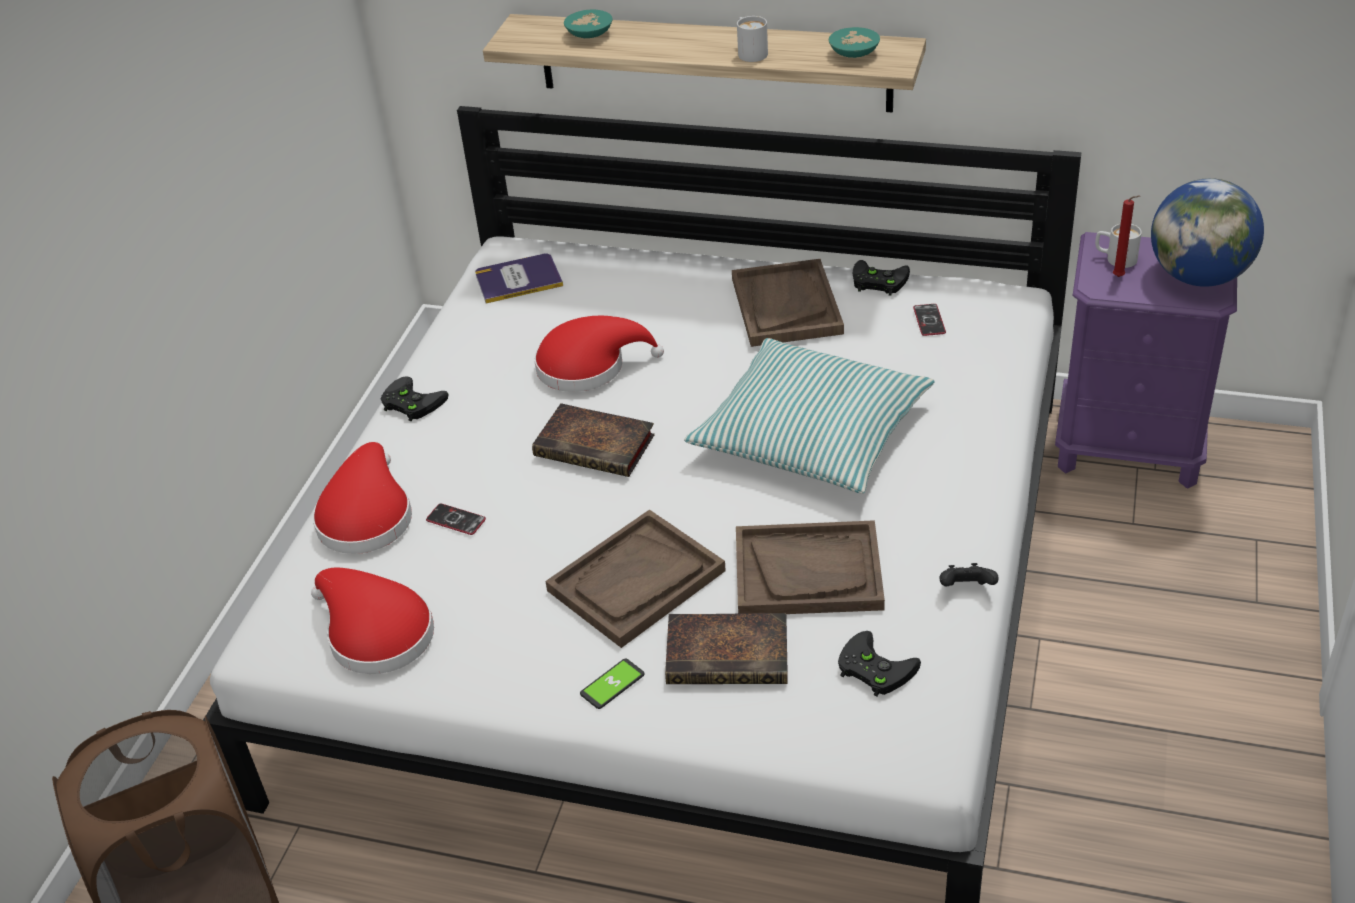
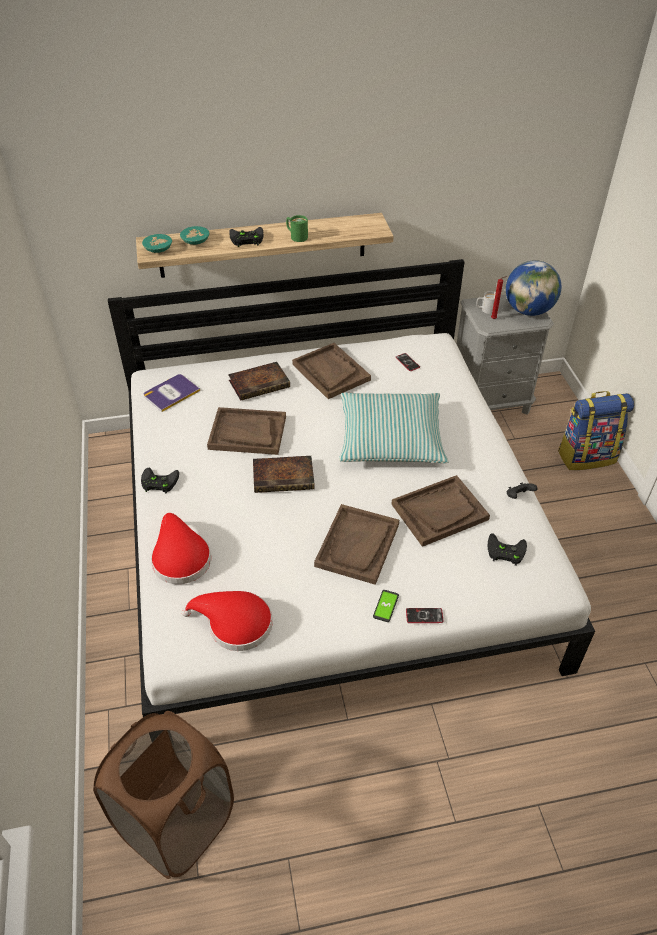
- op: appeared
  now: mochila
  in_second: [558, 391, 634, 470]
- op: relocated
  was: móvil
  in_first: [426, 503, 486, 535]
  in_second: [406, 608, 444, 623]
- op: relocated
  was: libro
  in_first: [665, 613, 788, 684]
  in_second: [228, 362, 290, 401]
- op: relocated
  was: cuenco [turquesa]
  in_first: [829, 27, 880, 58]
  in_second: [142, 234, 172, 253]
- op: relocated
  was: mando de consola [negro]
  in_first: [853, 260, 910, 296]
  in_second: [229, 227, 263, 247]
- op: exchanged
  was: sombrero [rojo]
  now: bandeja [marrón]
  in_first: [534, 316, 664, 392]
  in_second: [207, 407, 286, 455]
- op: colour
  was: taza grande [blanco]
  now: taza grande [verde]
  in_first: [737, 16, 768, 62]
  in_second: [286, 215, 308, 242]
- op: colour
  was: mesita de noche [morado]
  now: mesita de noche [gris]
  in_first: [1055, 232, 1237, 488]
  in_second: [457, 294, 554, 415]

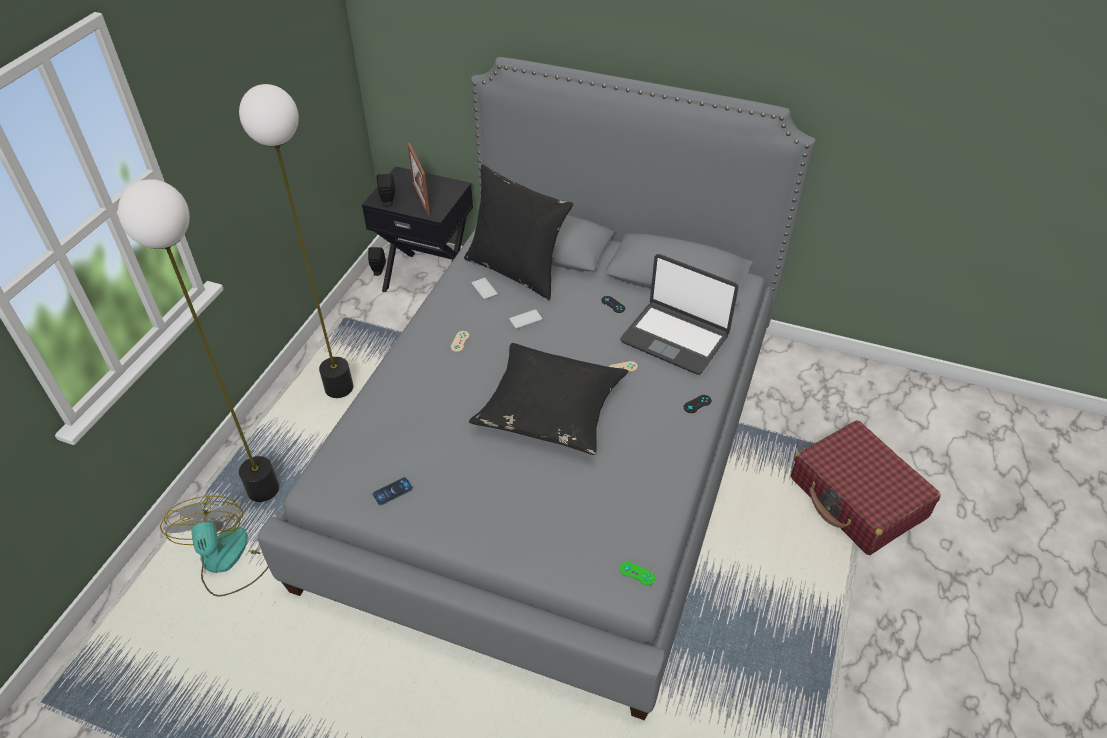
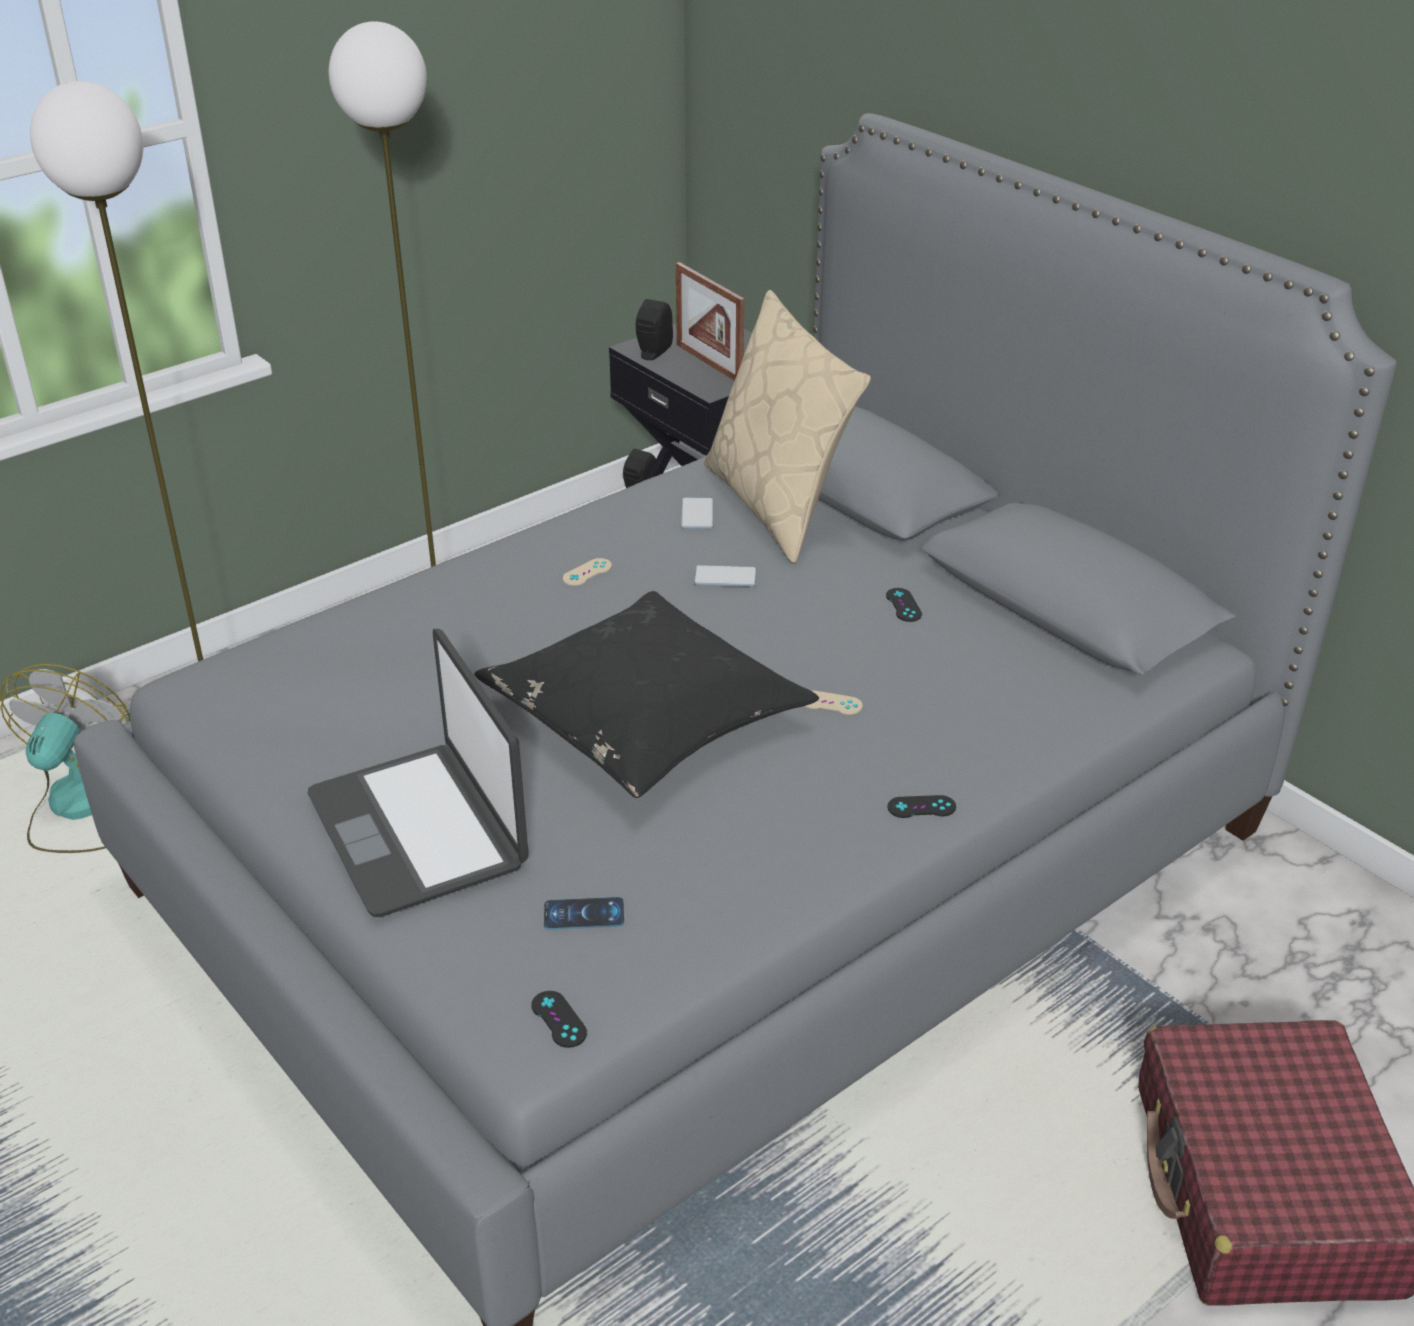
- op: relocated
  was: móvil
  in_first: [372, 477, 413, 506]
  in_second: [544, 897, 624, 930]
- op: relocated
  was: portátil
  in_first: [620, 254, 738, 375]
  in_second: [308, 629, 529, 917]
- op: colour
  was: cojín [negro]
  now: cojín [beis]
  in_first: [464, 164, 573, 301]
  in_second: [704, 290, 871, 563]
- op: colour
  was: mando de consola [verde]
  now: mando de consola [negro]
  in_first: [619, 561, 655, 585]
  in_second: [531, 991, 587, 1048]
- op: spun
  was: portarretratos
  in_first: [407, 142, 430, 215]
  in_second: [676, 262, 744, 381]
  clockwise: -45

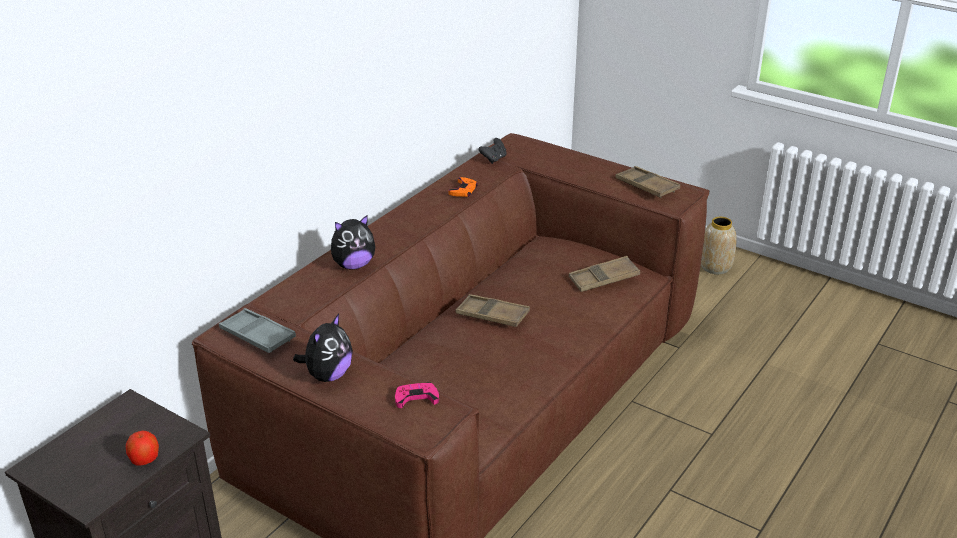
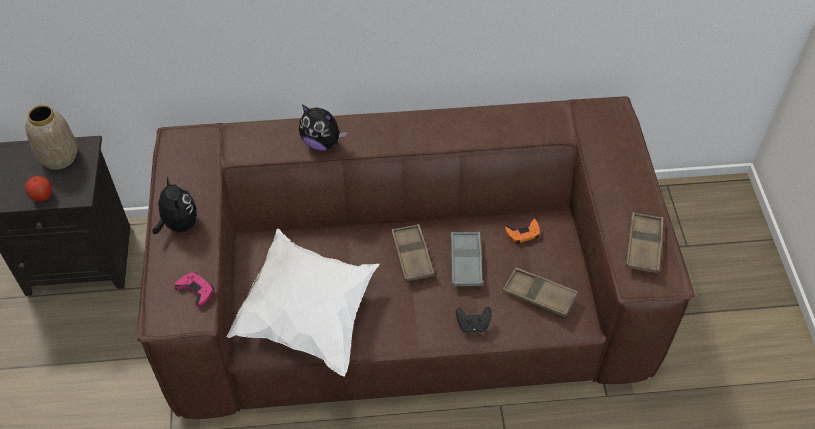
- op: appeared
  now: cojín [blanco]
  in_second: [226, 229, 380, 377]
- op: relocated
  was: bandeja [gris]
  in_first: [219, 308, 296, 353]
  in_second: [451, 232, 483, 286]
- op: relocated
  was: mando de consola [naranja]
  in_first: [449, 177, 478, 197]
  in_second: [505, 218, 540, 244]
- op: relocated
  was: mando de consola [negro]
  in_first: [478, 138, 507, 164]
  in_second: [456, 306, 492, 333]
- op: relocated
  was: florero
  in_first: [701, 217, 736, 274]
  in_second: [26, 105, 77, 170]
- op: spun
  was: peluche
  in_first: [293, 314, 353, 382]
  in_second: [152, 177, 198, 234]
  clockwise: -105

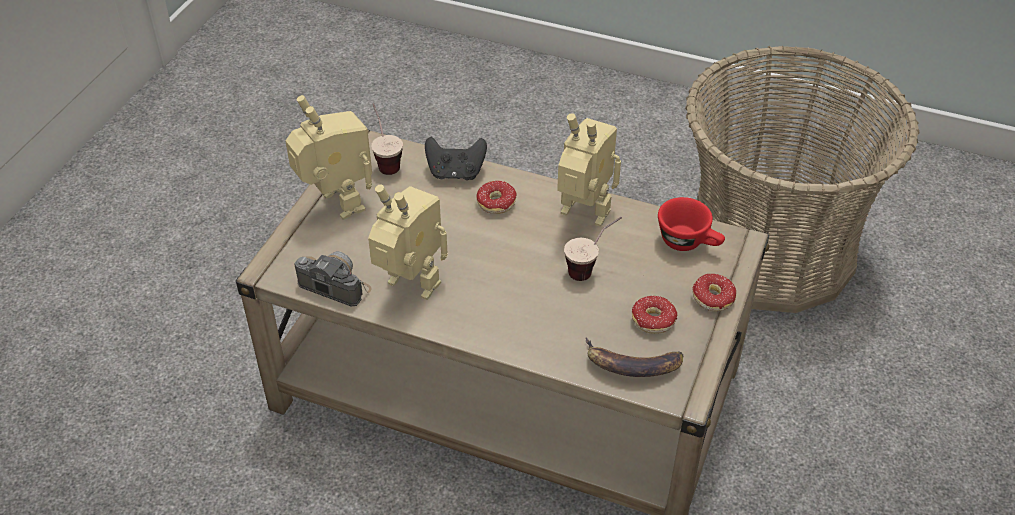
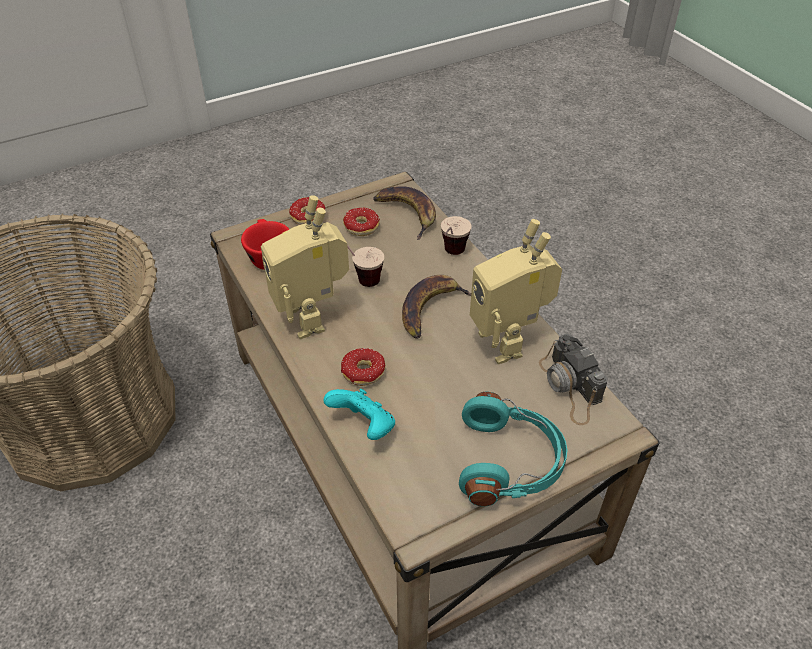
- op: appeared
  now: plátano
  in_second: [402, 275, 471, 339]
- op: relocated
  was: taza
  in_first: [371, 103, 403, 175]
  in_second: [441, 216, 472, 255]
- op: exchanged
  was: robot de juguete
  now: auriculares [turquesa]
  in_first: [285, 95, 372, 220]
  in_second: [459, 392, 567, 506]
- op: colour
  was: mando de consola [negro]
  now: mando de consola [turquesa]
  in_first: [425, 137, 487, 180]
  in_second: [324, 389, 395, 440]

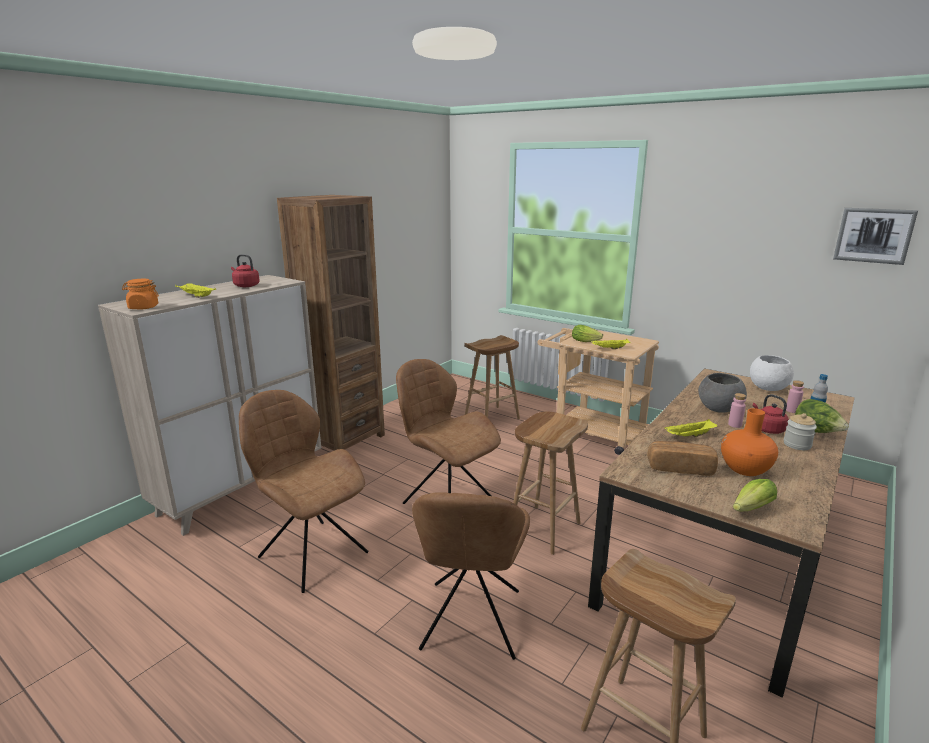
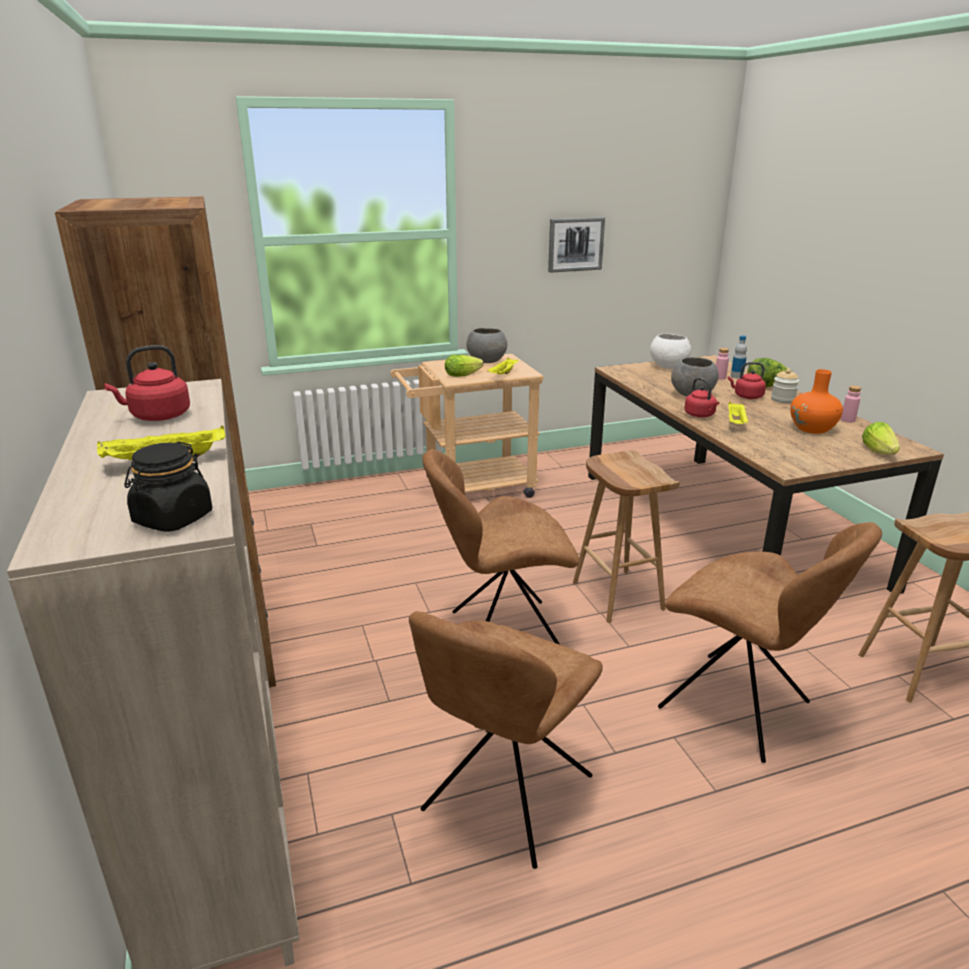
- op: missing
  was: taburete [marrón]
  in_first: [464, 335, 520, 419]
- op: missing
  was: pan
  in_first: [647, 441, 718, 476]
- op: appeared
  now: cuenco [gris]
  in_second: [466, 328, 507, 363]
- op: appeared
  now: hervidor [rojo]
  in_second: [684, 377, 719, 417]
- op: relocated
  was: botella [rosa]
  in_first: [728, 393, 746, 428]
  in_second: [841, 385, 861, 423]
- op: relocated
  was: cuadro
  in_first: [833, 208, 918, 265]
  in_second: [548, 217, 605, 273]
- op: colour
  was: tarro [naranja]
  now: tarro [negro]
  in_first: [122, 279, 159, 310]
  in_second: [124, 442, 212, 532]
- op: spun
  was: silla [marrón]
  in_first: [239, 390, 369, 593]
  in_second: [409, 611, 603, 869]
  clockwise: -45

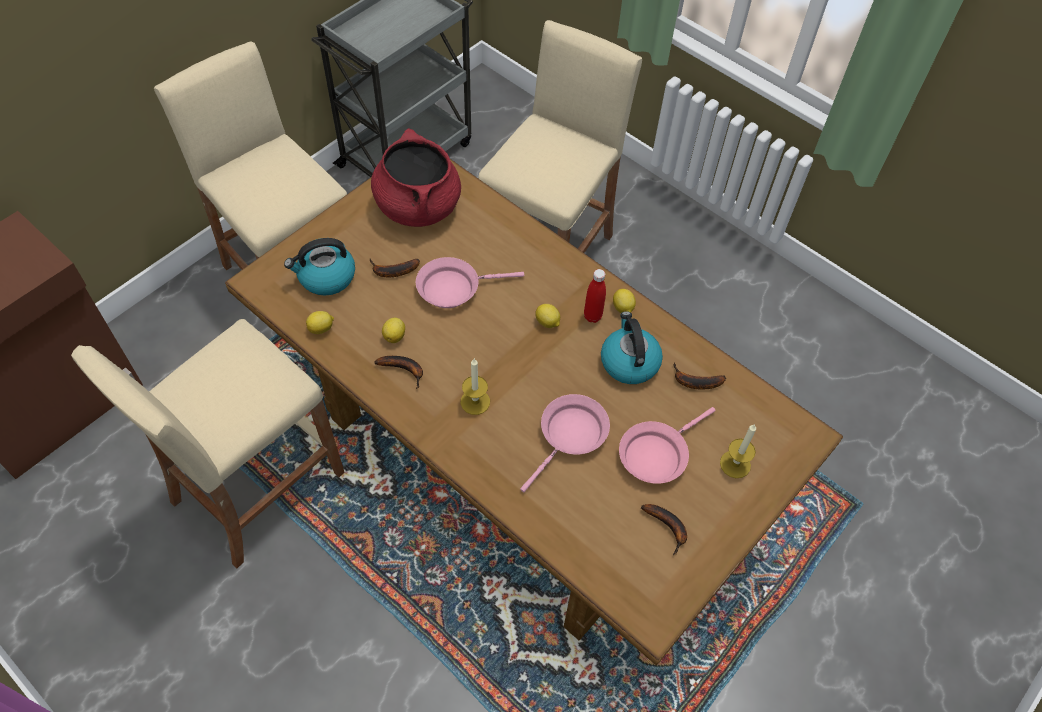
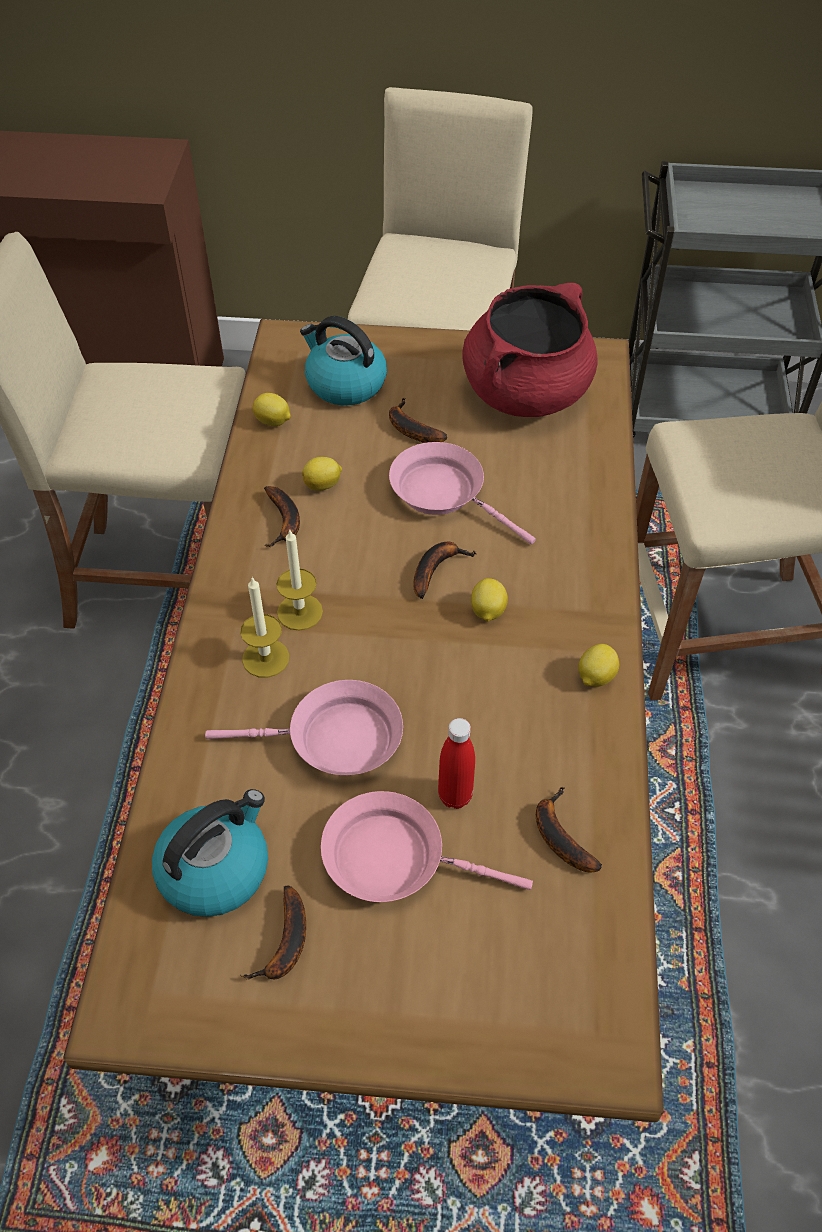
- op: appeared
  now: plátano
  in_second: [413, 542, 476, 599]
- op: relocated
  was: botella [rojo]
  in_first: [584, 269, 606, 323]
  in_second: [438, 718, 475, 809]
- op: relocated
  was: hervidor
  in_first: [601, 311, 663, 384]
  in_second: [152, 789, 268, 917]
- op: relocated
  was: vela
  in_first: [720, 424, 756, 478]
  in_second: [240, 576, 289, 678]

